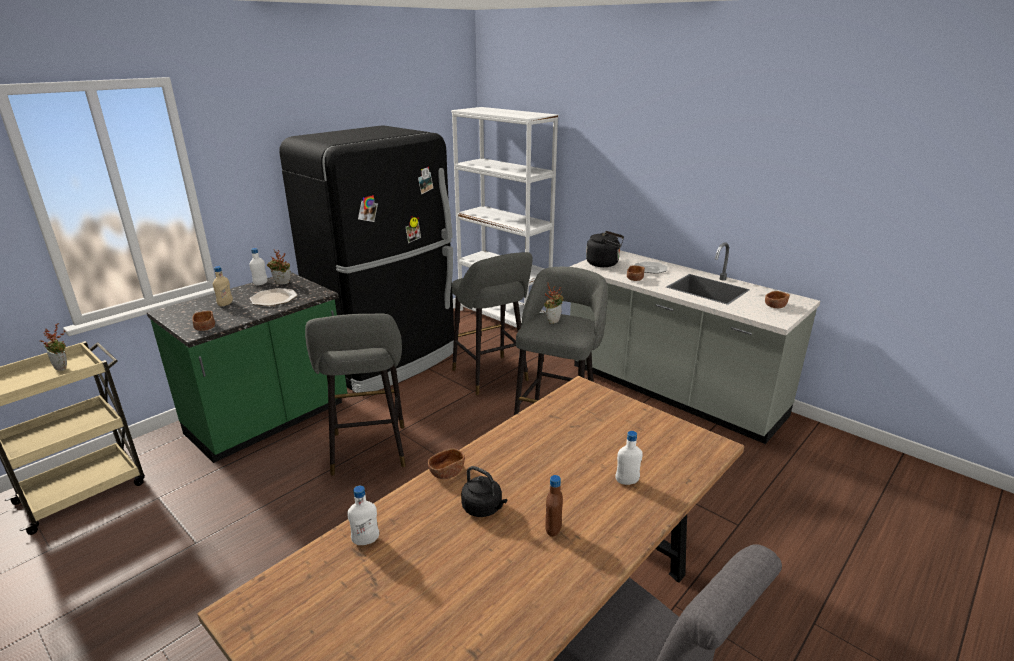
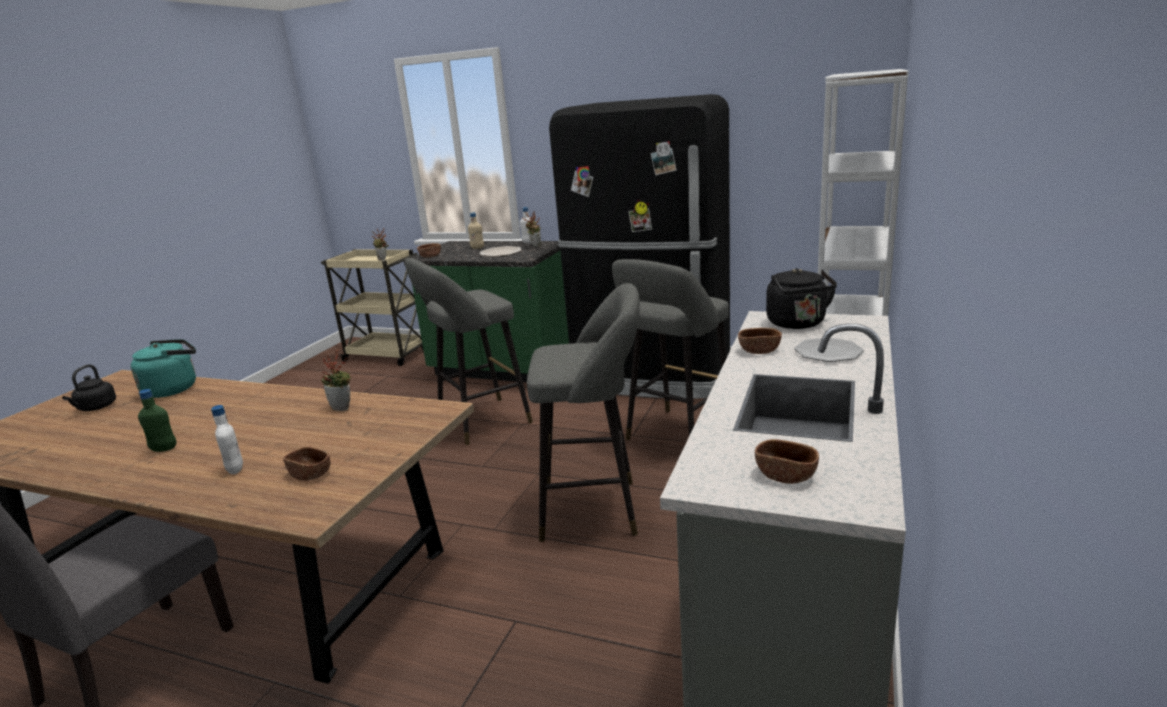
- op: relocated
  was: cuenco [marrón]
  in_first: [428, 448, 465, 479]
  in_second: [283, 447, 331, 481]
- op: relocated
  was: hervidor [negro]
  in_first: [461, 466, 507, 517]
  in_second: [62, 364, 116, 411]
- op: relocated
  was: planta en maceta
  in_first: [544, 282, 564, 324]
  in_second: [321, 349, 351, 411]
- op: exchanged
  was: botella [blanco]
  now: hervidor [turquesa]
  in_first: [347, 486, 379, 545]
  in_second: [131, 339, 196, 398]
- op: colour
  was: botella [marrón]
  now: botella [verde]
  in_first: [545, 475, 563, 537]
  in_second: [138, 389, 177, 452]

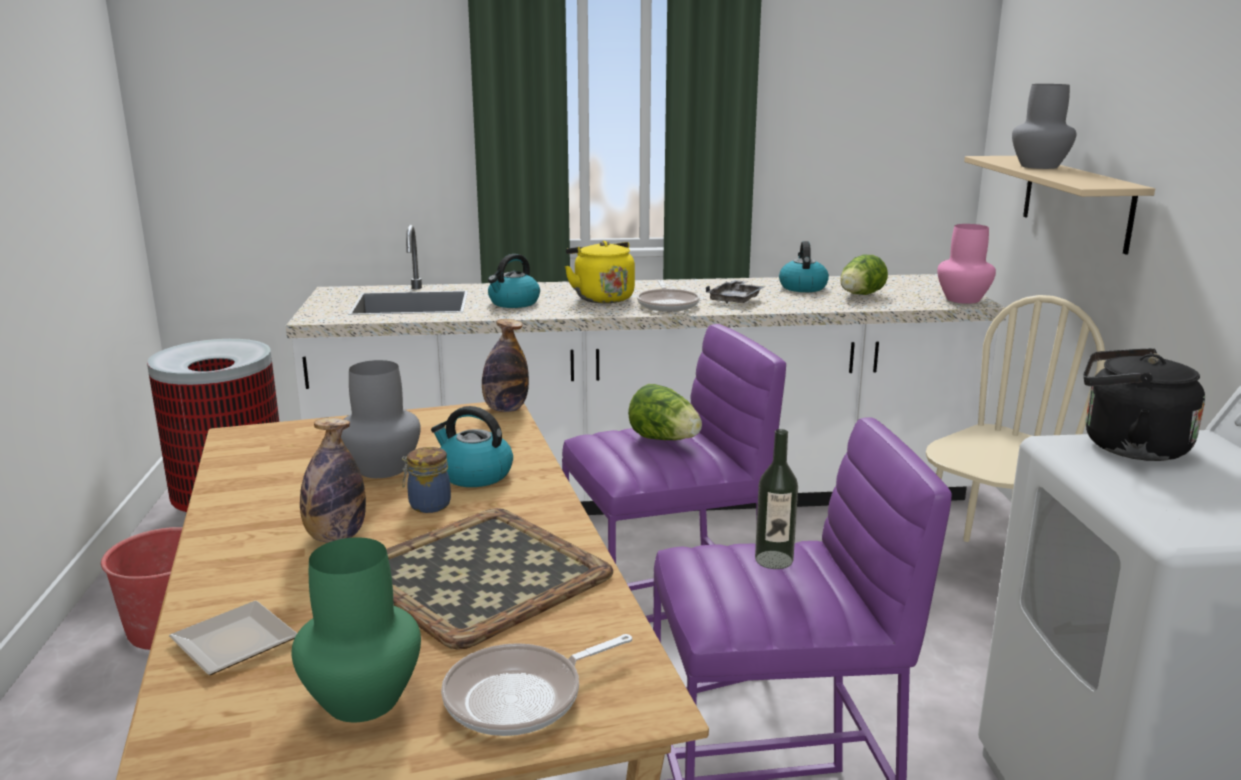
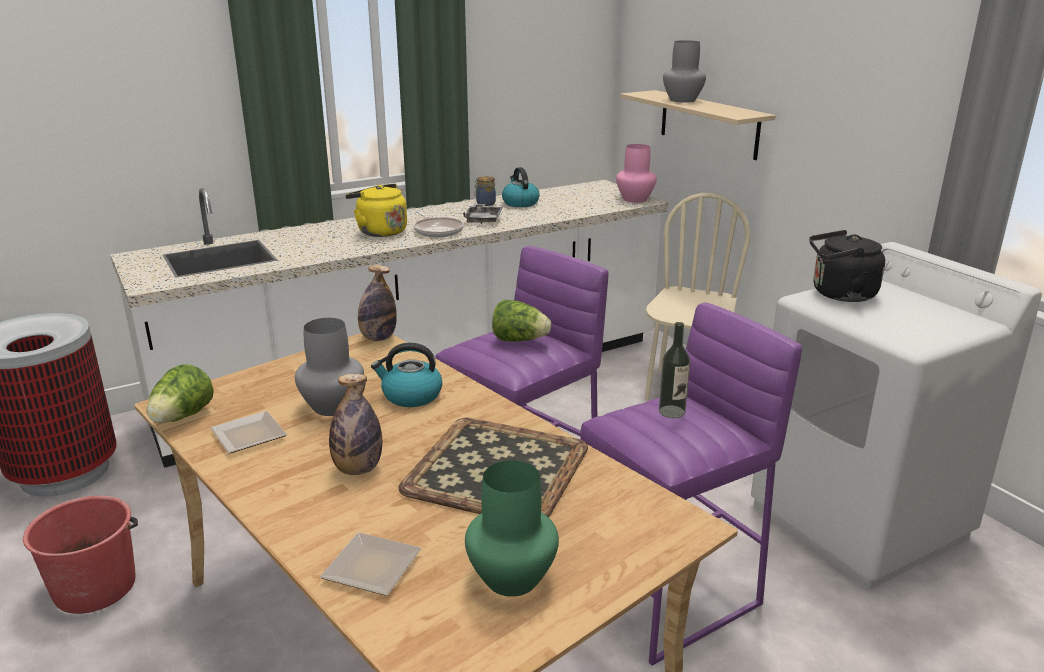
- op: missing
  was: sartén
  in_first: [441, 634, 632, 736]
- op: missing
  was: hervidor
  in_first: [488, 254, 540, 308]
- op: appeared
  now: plato
  in_second: [210, 411, 287, 454]
- op: relocated
  was: tarro
  in_first: [402, 447, 451, 513]
  in_second: [474, 176, 496, 206]
- op: relocated
  was: lechuga
  in_first: [840, 255, 888, 295]
  in_second: [147, 365, 214, 423]

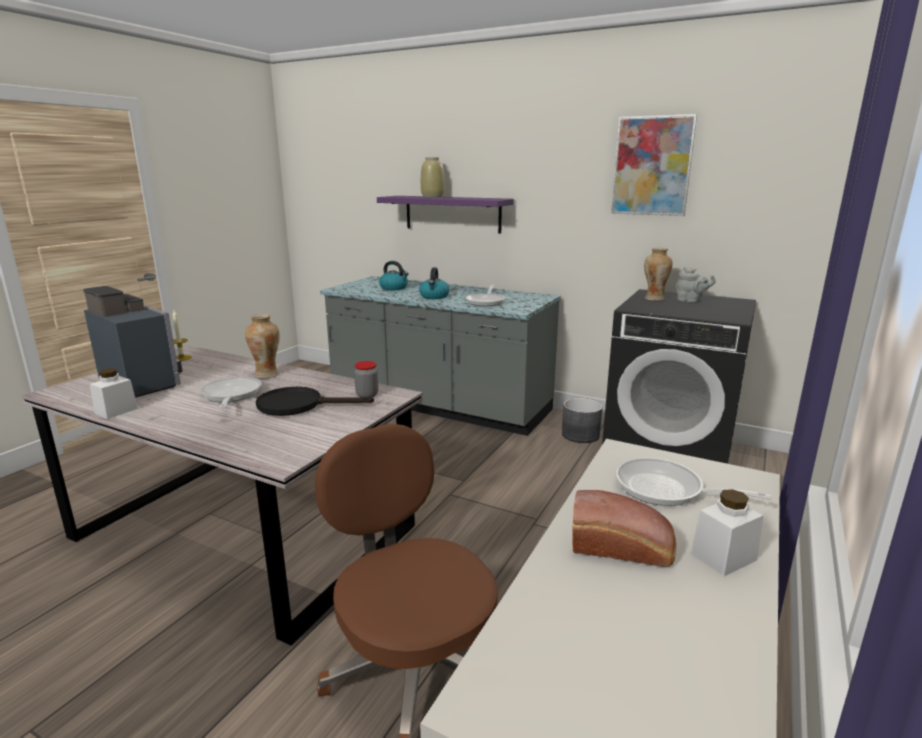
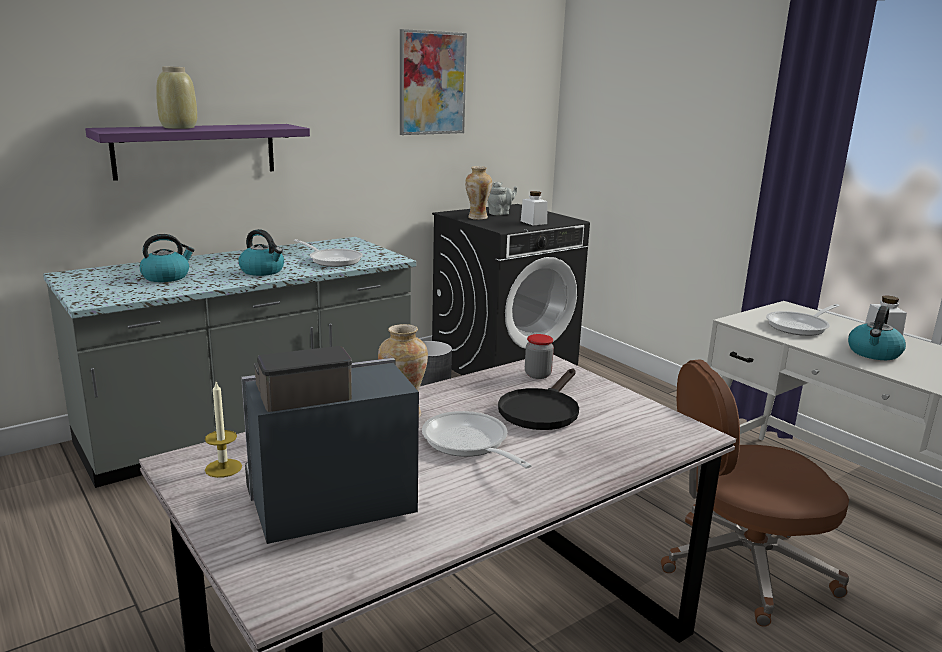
- op: relocated
  was: tarro [blanco]
  in_first: [90, 368, 138, 419]
  in_second: [521, 191, 548, 225]
- op: exchanged
  was: pan
  now: hervidor
  in_first: [572, 490, 676, 567]
  in_second: [848, 306, 906, 360]
- op: spun
  was: sartén
  in_first: [200, 377, 262, 409]
  in_second: [422, 411, 532, 469]
  clockwise: 45

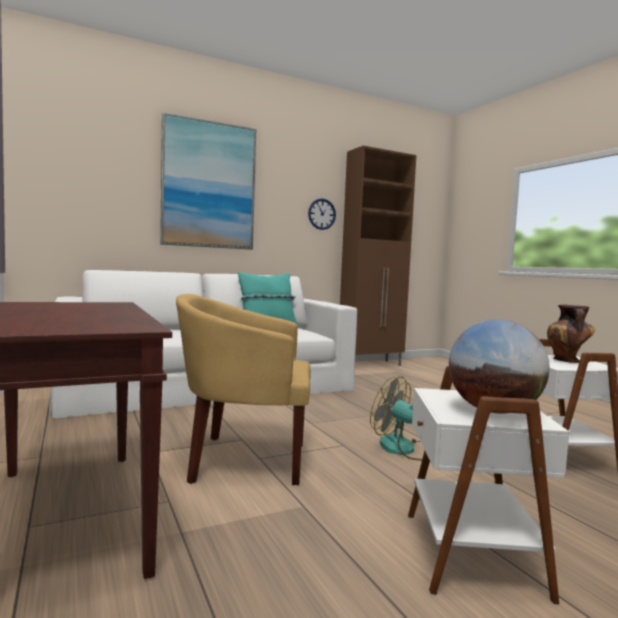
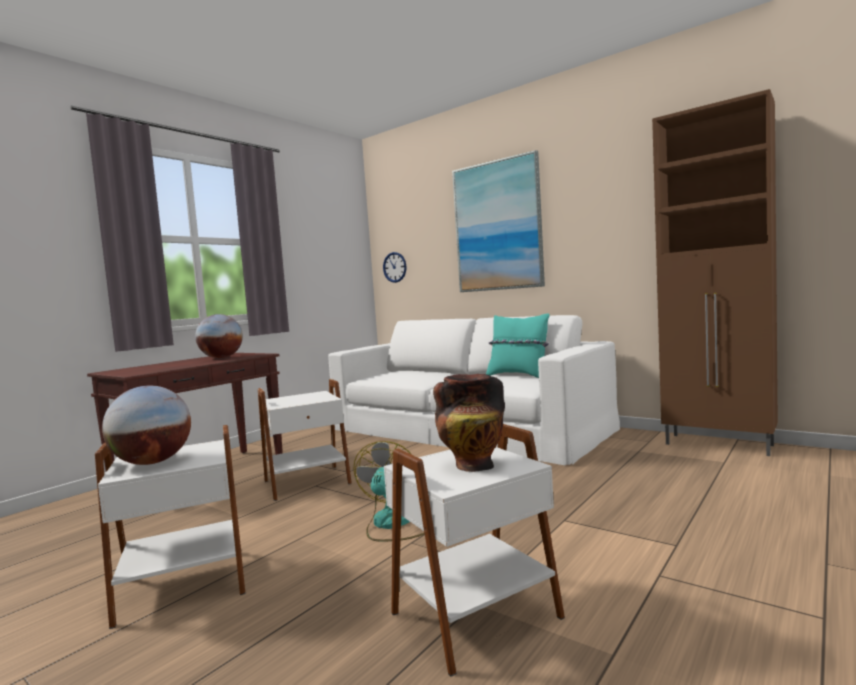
- op: appeared
  now: globo terráqueo
  in_second: [195, 314, 243, 358]
- op: relocated
  was: reloj de pared
  in_first: [308, 198, 336, 230]
  in_second: [383, 252, 407, 283]
- op: exchanged
  was: sillón [amarillo]
  now: mesa auxiliar [blanco]
  in_first: [176, 294, 311, 485]
  in_second: [258, 379, 352, 501]

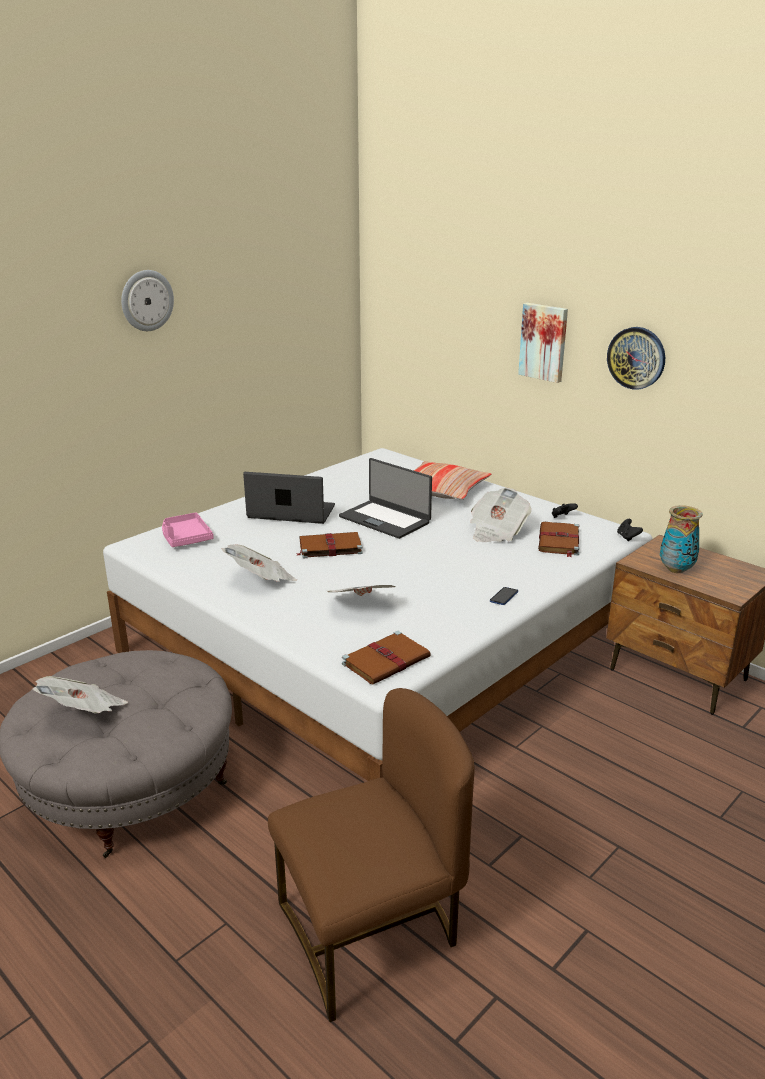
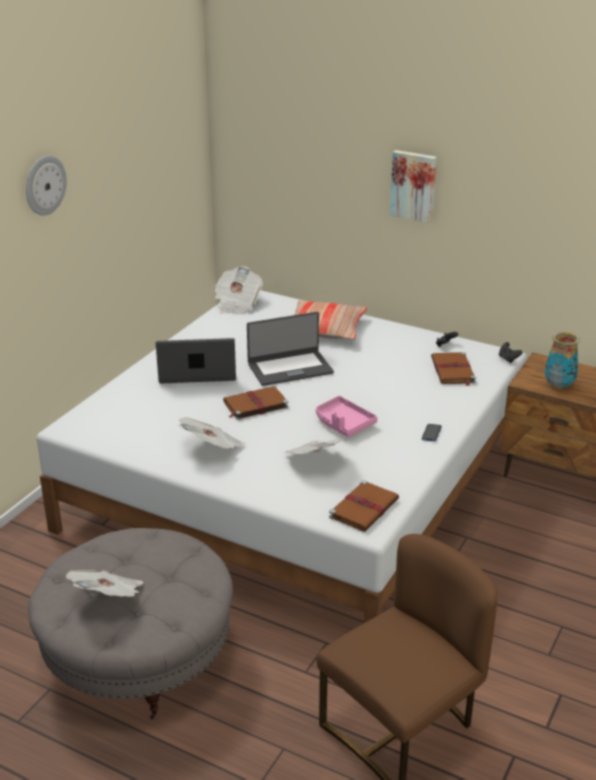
- op: missing
  was: reloj de pared
  in_first: [607, 327, 665, 390]
- op: relocated
  was: bandeja [rosa]
  in_first: [162, 512, 214, 547]
  in_second: [316, 396, 377, 437]
- op: relocated
  was: periódico
  in_first: [470, 488, 531, 542]
  in_second: [214, 266, 263, 314]
- op: spun
  was: portátil
  in_first: [339, 458, 432, 539]
  in_second: [247, 312, 334, 386]
  clockwise: -45

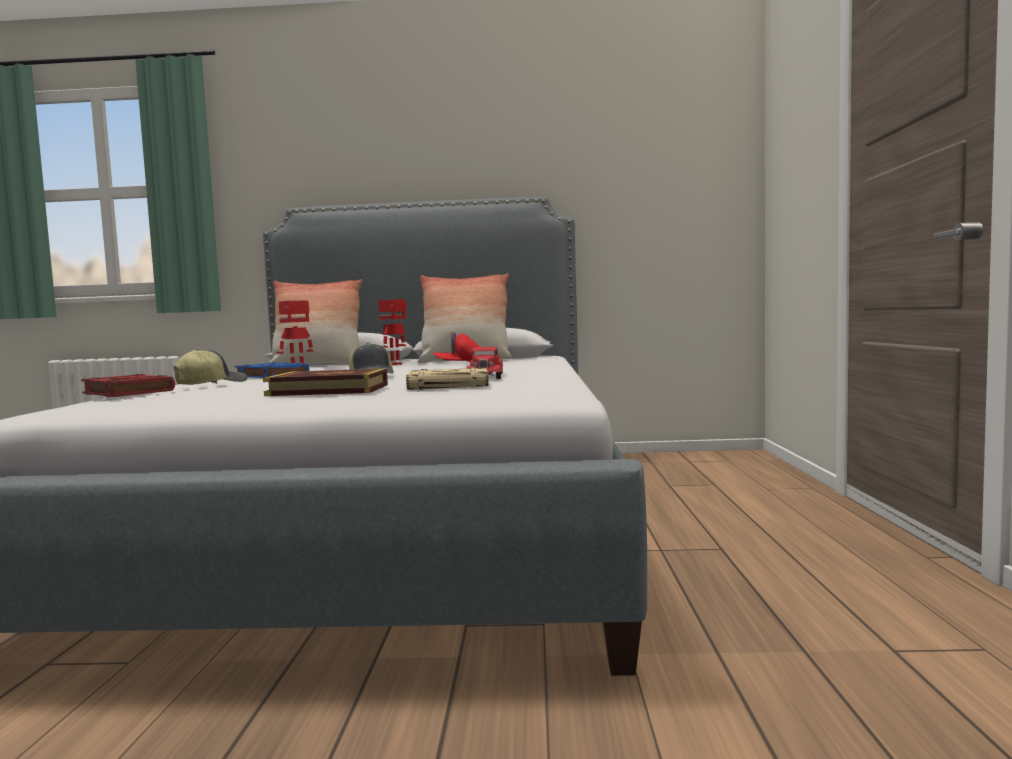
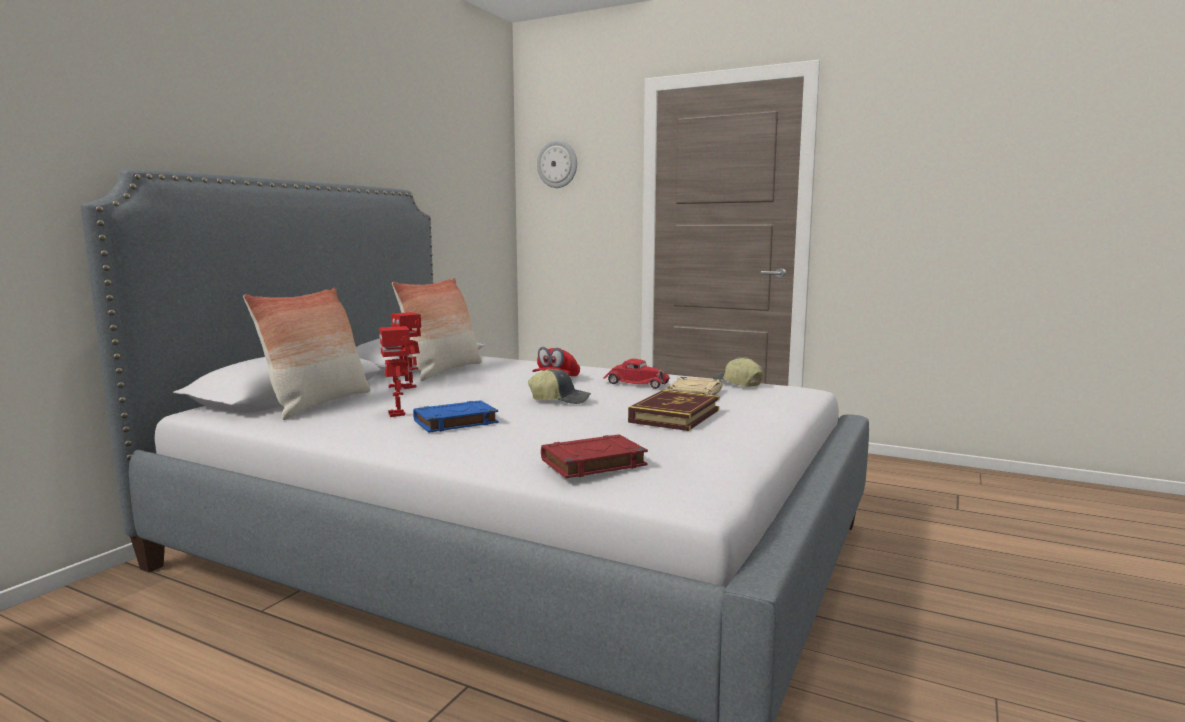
- op: appeared
  now: reloj de pared
  in_second: [537, 140, 577, 188]
- op: relocated
  was: gorra
  in_first: [173, 349, 248, 385]
  in_second: [713, 357, 763, 387]

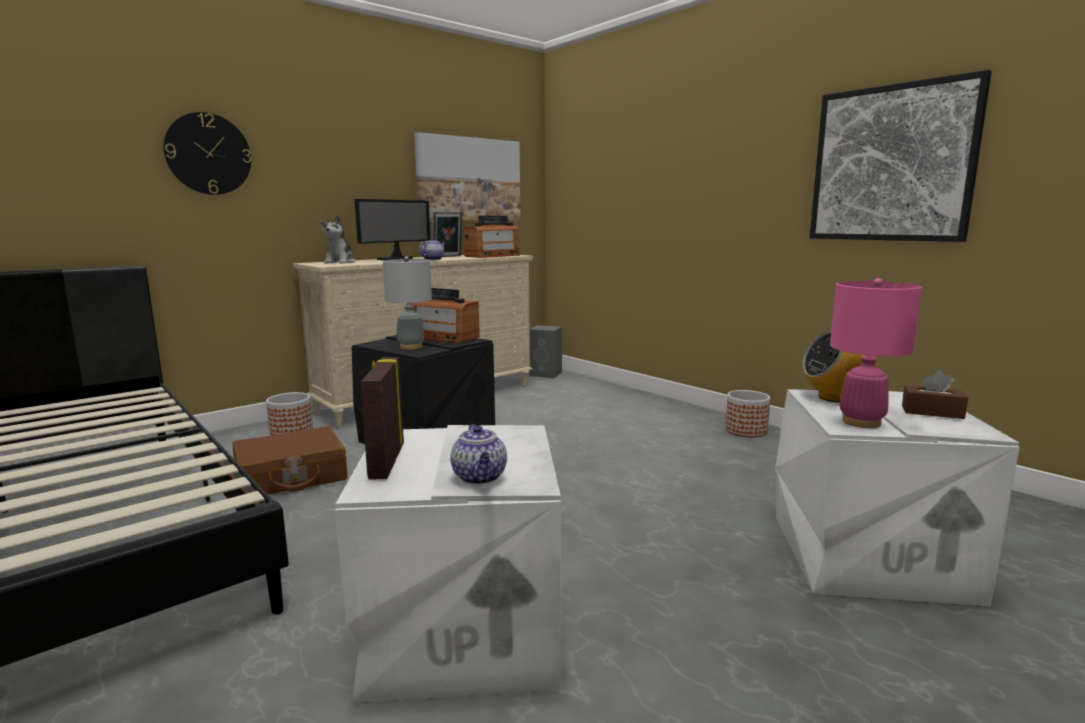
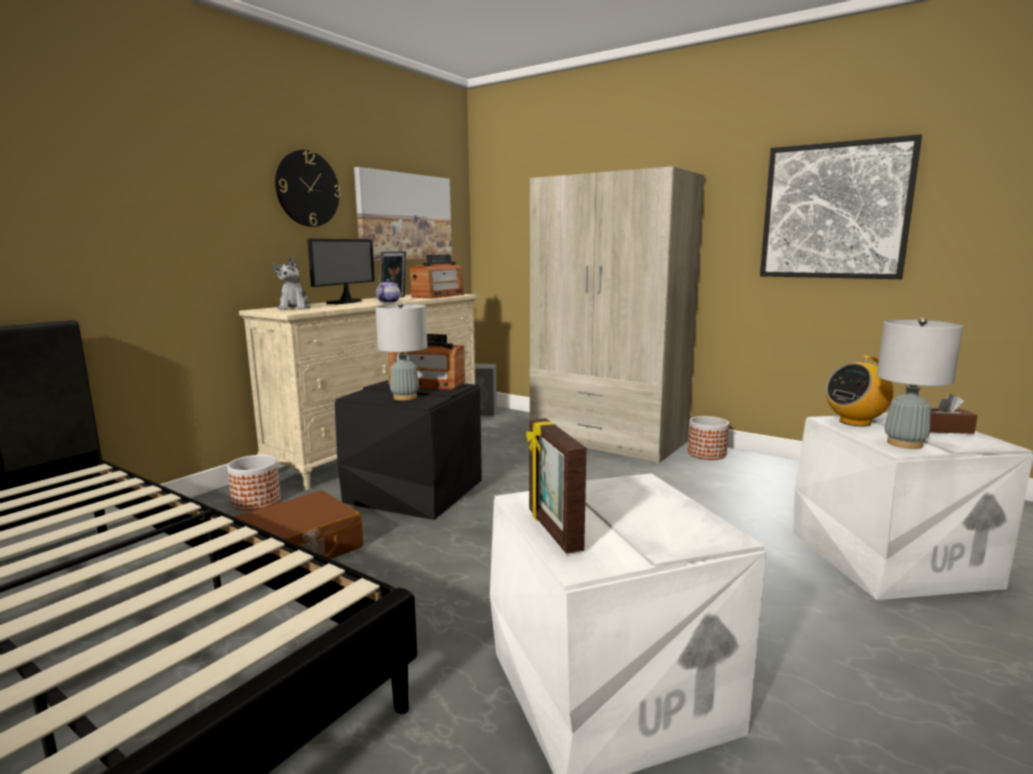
- op: missing
  was: tetera
  in_first: [450, 424, 507, 485]
- op: appeared
  now: armario ropero [beis]
  in_second: [530, 166, 705, 463]
- op: relocated
  was: reloj de pared
  in_first: [163, 112, 251, 195]
  in_second: [275, 150, 341, 227]
- op: colour
  was: lámpara de mesa [rosa]
  now: lámpara de mesa [gris]
  in_first: [830, 278, 922, 428]
  in_second: [877, 318, 963, 449]

